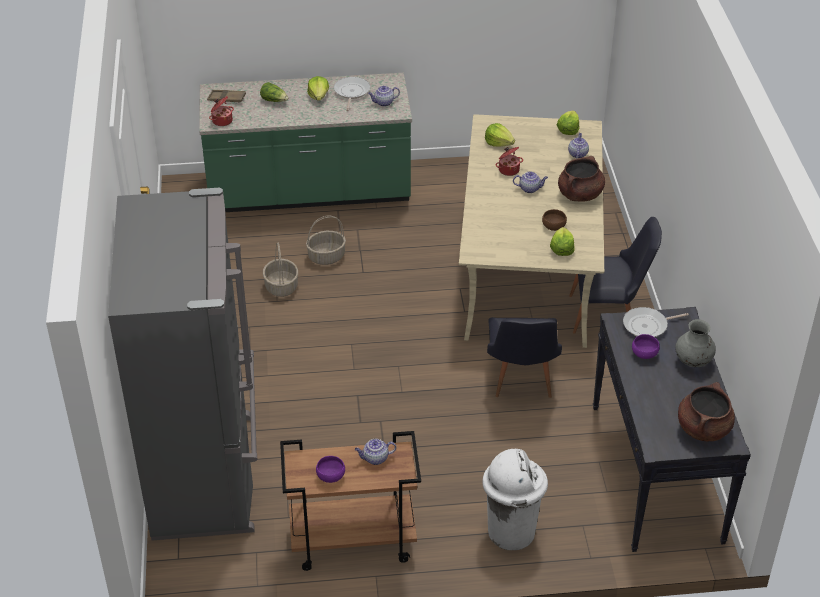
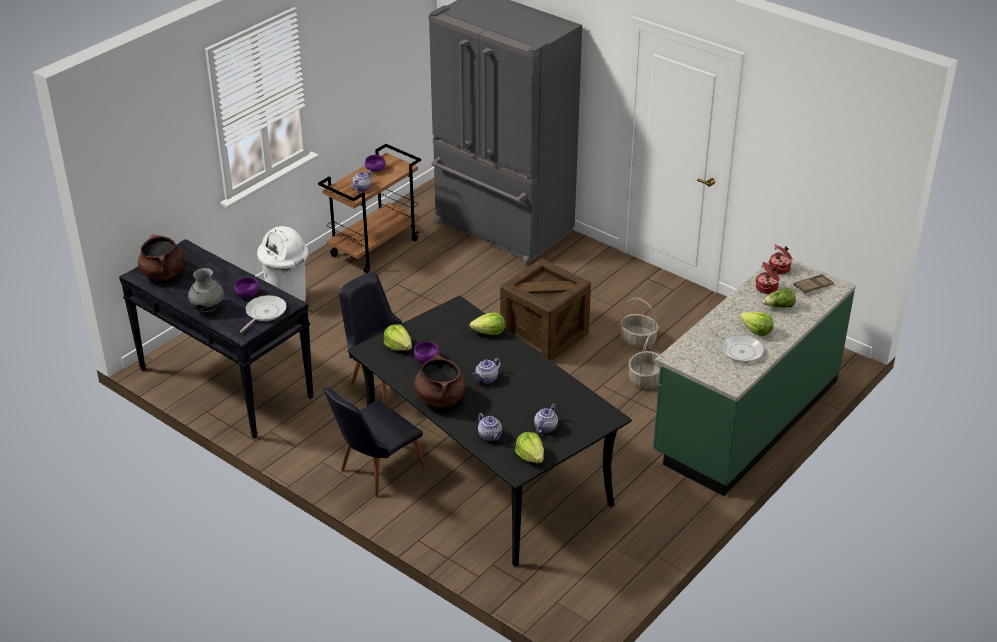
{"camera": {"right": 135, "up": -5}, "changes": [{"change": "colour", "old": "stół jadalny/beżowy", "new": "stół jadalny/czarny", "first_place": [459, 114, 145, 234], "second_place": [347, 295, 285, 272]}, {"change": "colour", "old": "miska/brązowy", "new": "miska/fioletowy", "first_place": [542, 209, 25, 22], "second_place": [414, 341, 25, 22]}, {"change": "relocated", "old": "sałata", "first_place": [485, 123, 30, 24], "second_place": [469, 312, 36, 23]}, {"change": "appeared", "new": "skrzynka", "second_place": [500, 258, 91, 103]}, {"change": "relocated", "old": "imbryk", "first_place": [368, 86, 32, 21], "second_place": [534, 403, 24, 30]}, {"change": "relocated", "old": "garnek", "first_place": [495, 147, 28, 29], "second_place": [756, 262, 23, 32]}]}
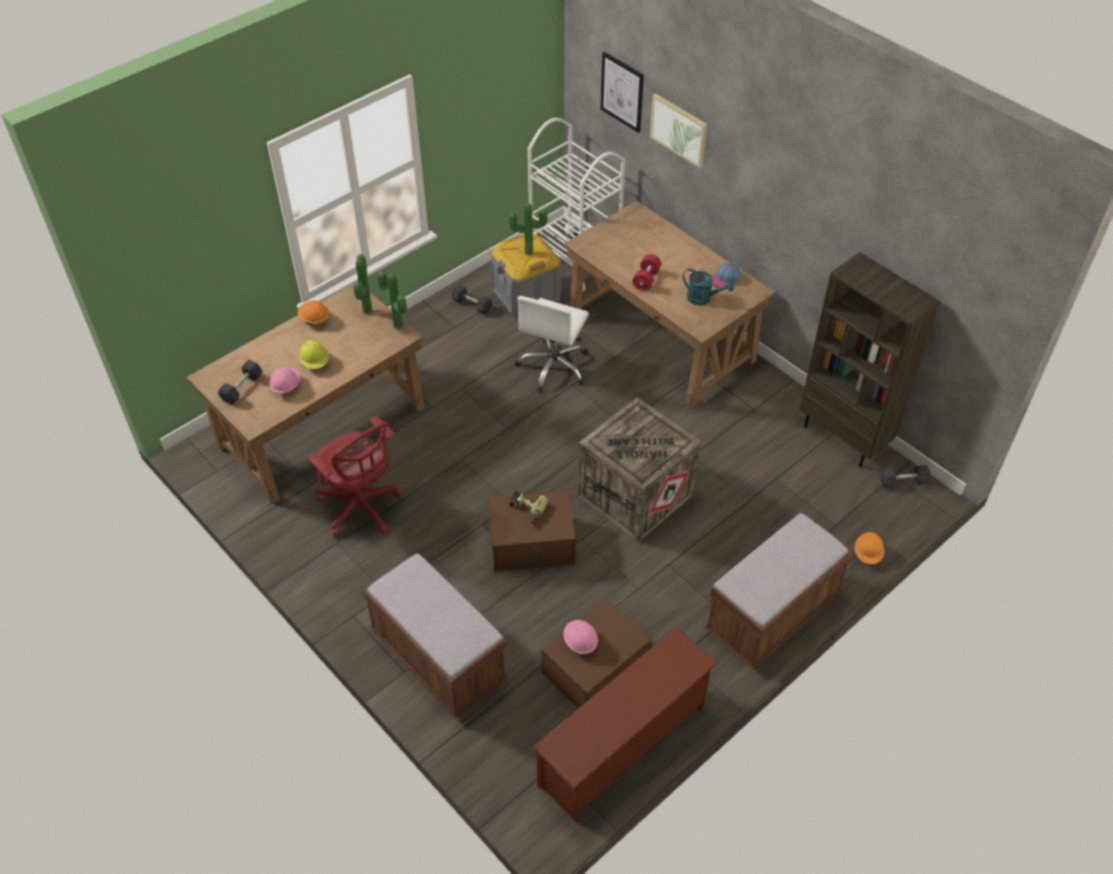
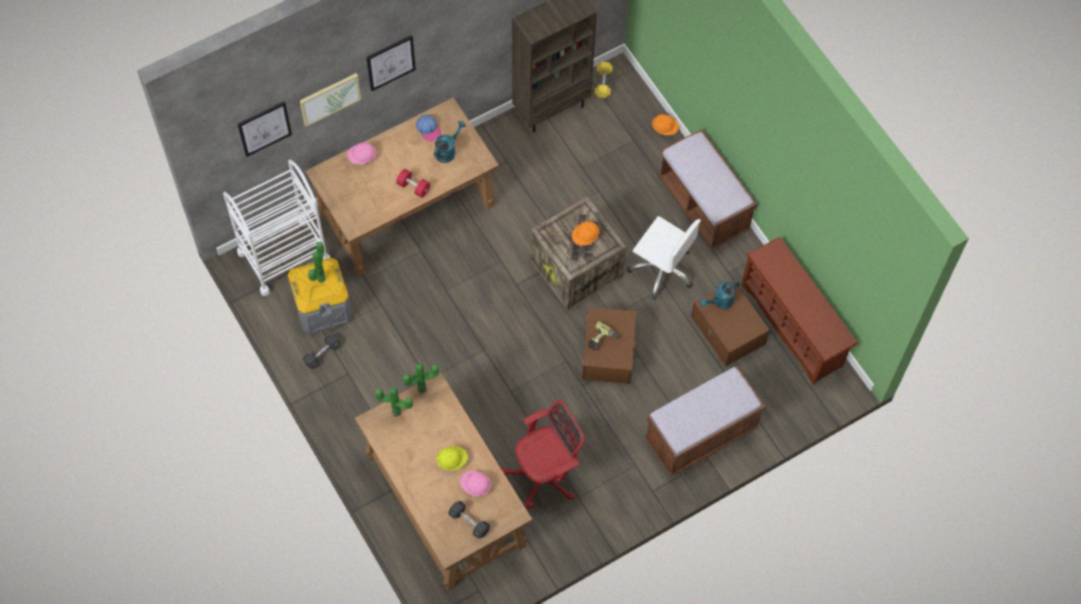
{"camera": {"right": -80, "up": 15}, "changes": [{"change": "relocated", "old": "kask/różowy", "first_place": [563, 620, 35, 34], "second_place": [347, 142, 29, 22]}, {"change": "appeared", "new": "obraz", "second_place": [366, 35, 50, 56]}, {"change": "relocated", "old": "kask/pomarańczowy", "first_place": [298, 300, 31, 25], "second_place": [572, 221, 27, 25]}, {"change": "colour", "old": "hantel/szary", "new": "hantel/żółty", "first_place": [880, 465, 51, 22], "second_place": [595, 62, 18, 36]}, {"change": "relocated", "old": "krzesło biurowe/biały", "first_place": [515, 296, 74, 96], "second_place": [627, 216, 74, 84]}, {"change": "appeared", "new": "konewka/turkusowy", "second_place": [700, 281, 39, 28]}]}
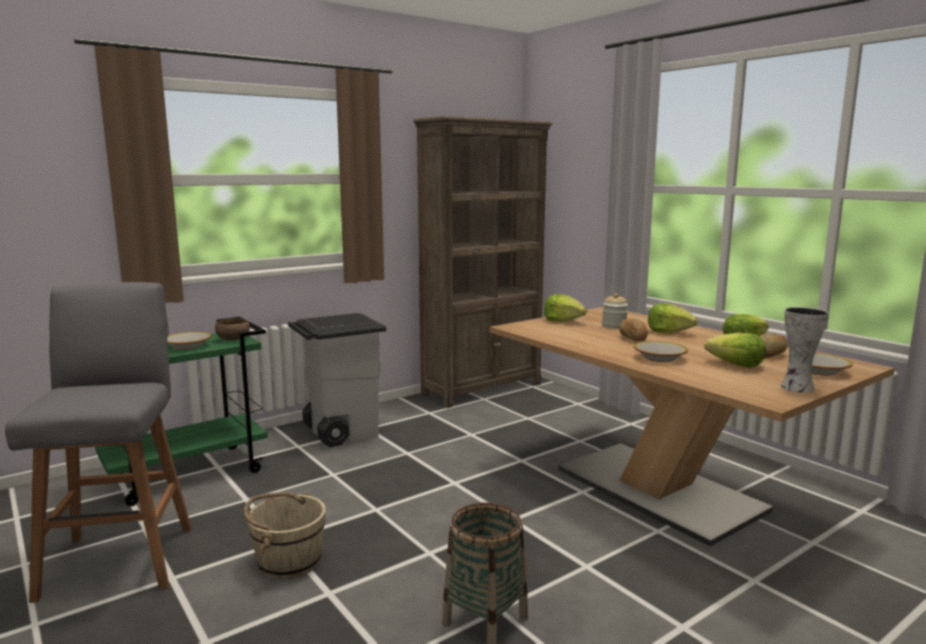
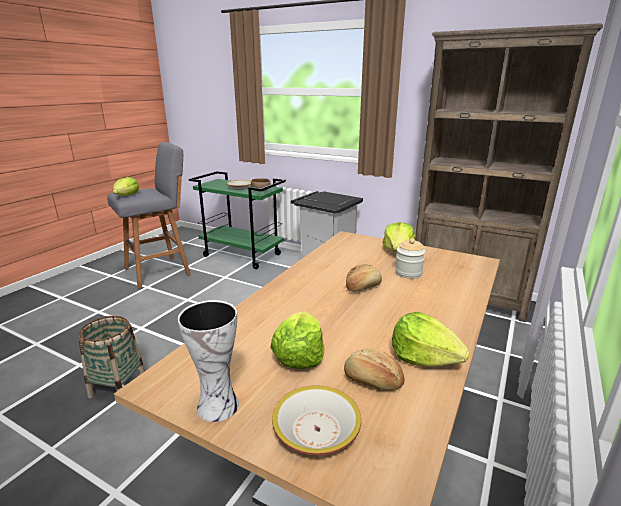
{"camera": {"right": 65, "up": 10}, "changes": [{"change": "relocated", "old": "sałata", "first_place": [648, 303, 50, 30], "second_place": [113, 177, 26, 19]}, {"change": "missing", "old": "wiadro/beżowy", "first_place": [244, 492, 82, 87]}, {"change": "missing", "old": "miska", "first_place": [634, 341, 54, 21]}]}
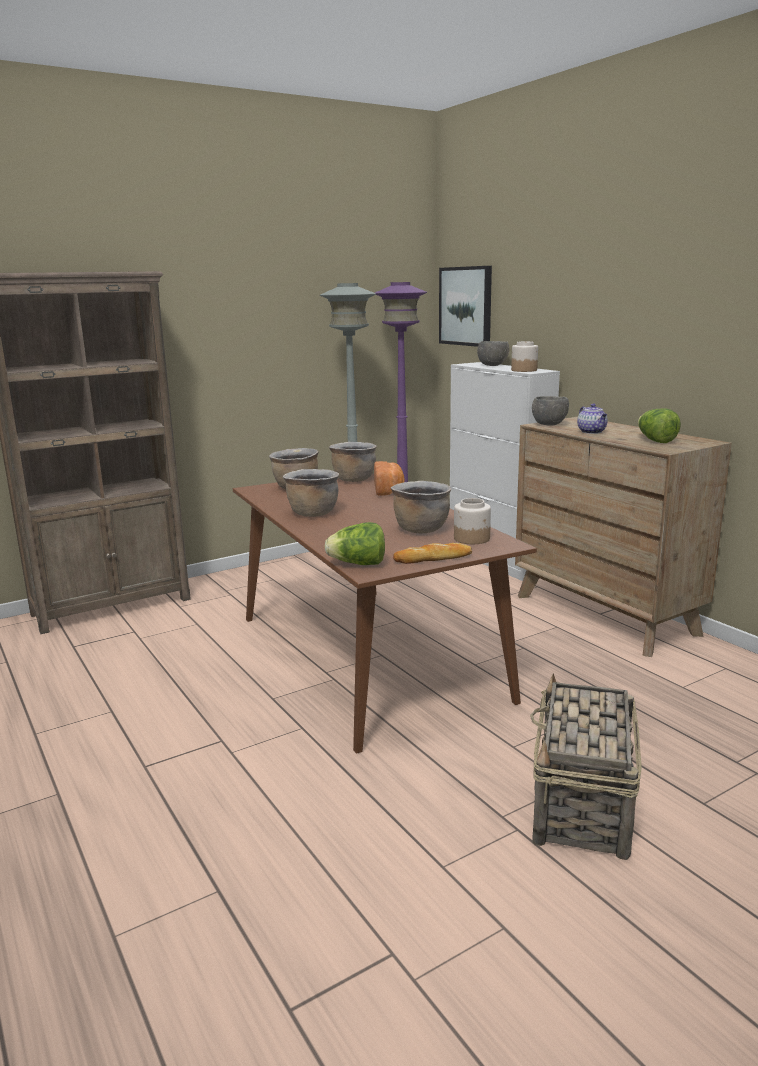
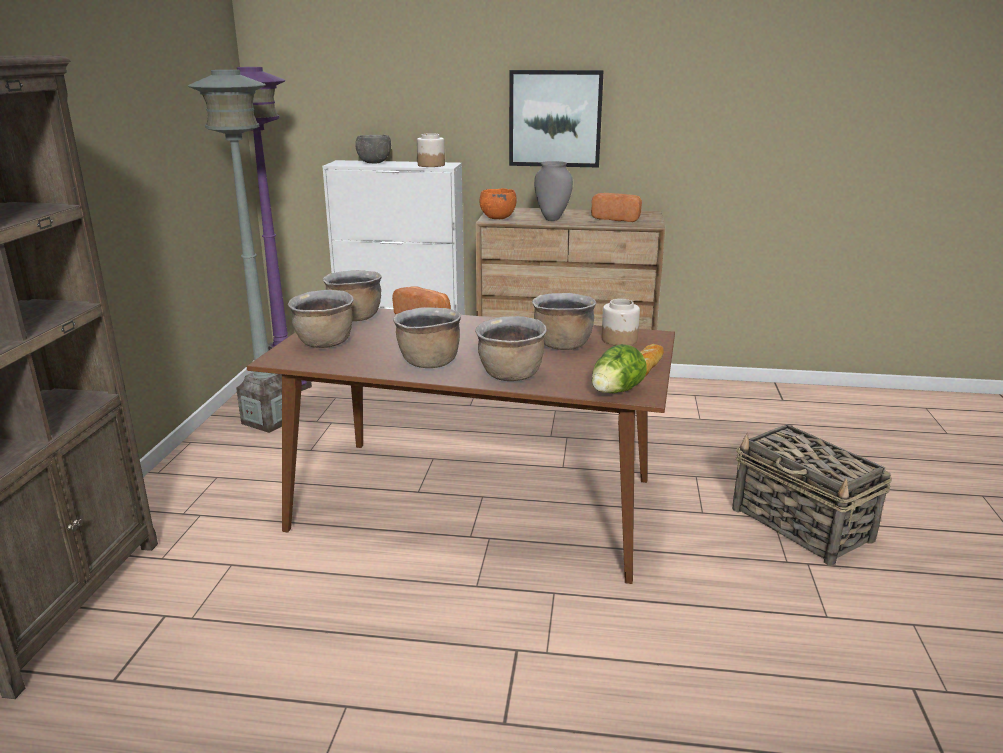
{"camera": {"right": -50, "up": 5}, "changes": [{"change": "appeared", "new": "garnek/brązowy", "second_place": [475, 316, 72, 65]}, {"change": "colour", "old": "miska/szary", "new": "miska/pomarańczowy", "first_place": [532, 396, 37, 30], "second_place": [480, 188, 37, 31]}, {"change": "relocated", "old": "obraz", "first_place": [439, 266, 53, 81], "second_place": [509, 70, 95, 97]}, {"change": "exchanged", "old": "imbryk", "new": "wazon/szary", "first_place": [577, 404, 31, 30], "second_place": [534, 161, 39, 60]}, {"change": "exchanged", "old": "sałata", "new": "chleb", "first_place": [638, 409, 43, 34], "second_place": [591, 193, 51, 29]}]}
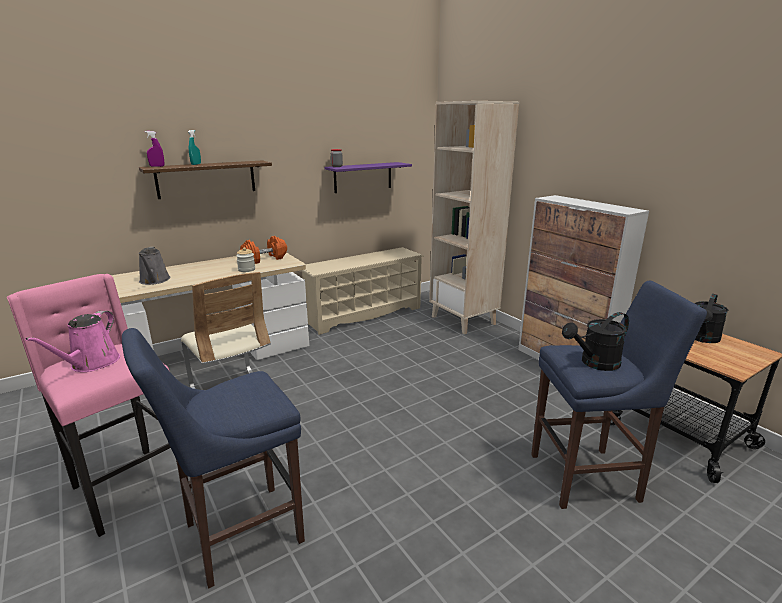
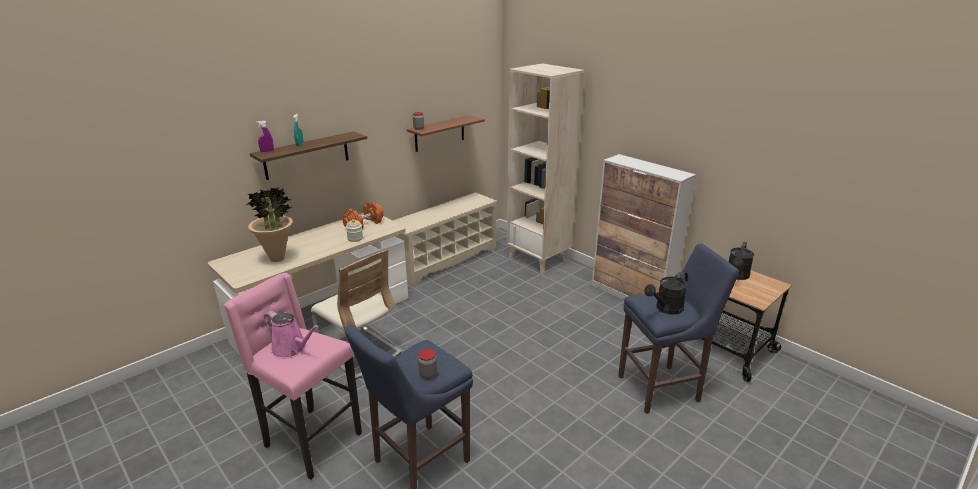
{"camera": {"right": -10, "up": 5}, "changes": [{"change": "exchanged", "old": "konewka/szary", "new": "roślina doniczkowa", "first_place": [139, 247, 32, 38], "second_place": [246, 187, 47, 75]}, {"change": "spun", "old": "konewka/różowy", "first_place": [25, 311, 95, 61], "second_place": [264, 311, 55, 48], "degrees": -60}, {"change": "colour", "old": "półka/fioletowy", "new": "półka/brązowy", "first_place": [324, 162, 88, 31], "second_place": [407, 115, 78, 37]}, {"change": "appeared", "new": "słoik", "second_place": [418, 349, 19, 30]}]}
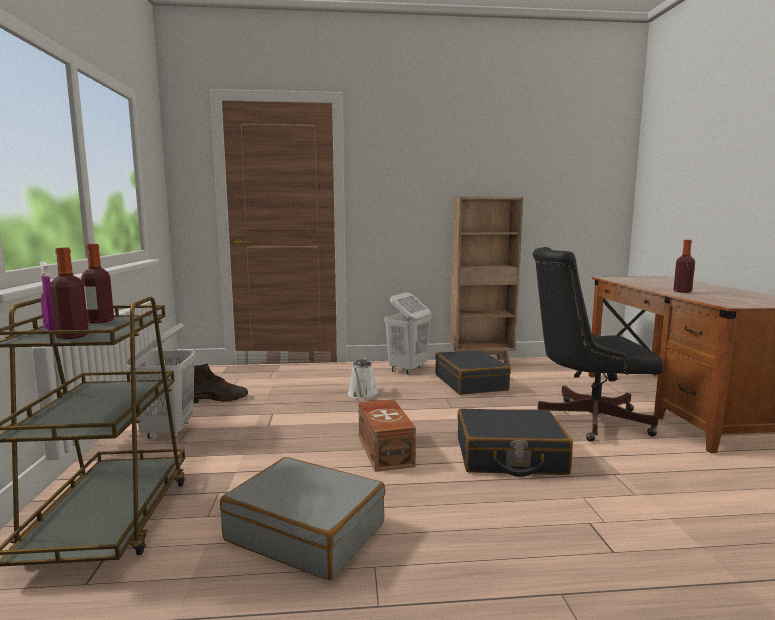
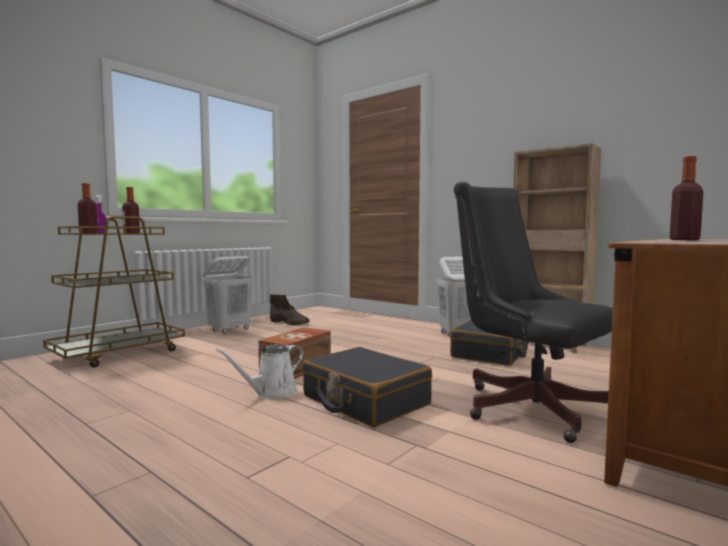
{"camera": {"right": 45, "up": -5}, "changes": [{"change": "relocated", "old": "konewka/biały", "first_place": [348, 358, 30, 41], "second_place": [216, 344, 88, 55]}, {"change": "missing", "old": "walizka/szary", "first_place": [220, 457, 165, 123]}]}
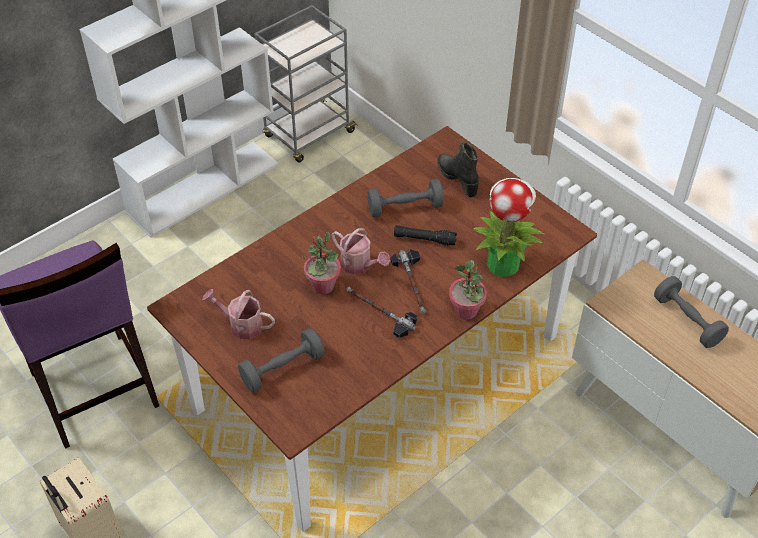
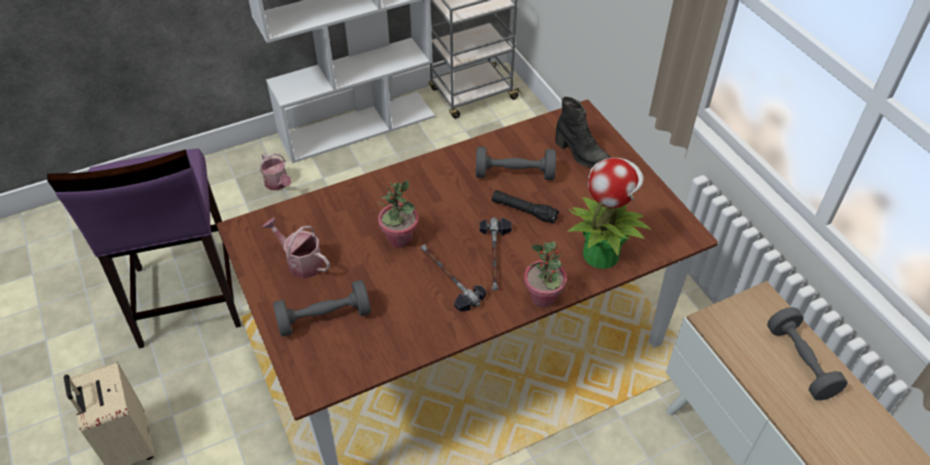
{"camera": {"right": 15, "up": 0}, "changes": [{"change": "relocated", "old": "konewka", "first_place": [331, 228, 59, 47], "second_place": [260, 153, 31, 37]}, {"change": "spun", "old": "but z cholewką/czarny", "first_place": [437, 142, 42, 55], "second_place": [555, 97, 55, 71], "degrees": 150}]}
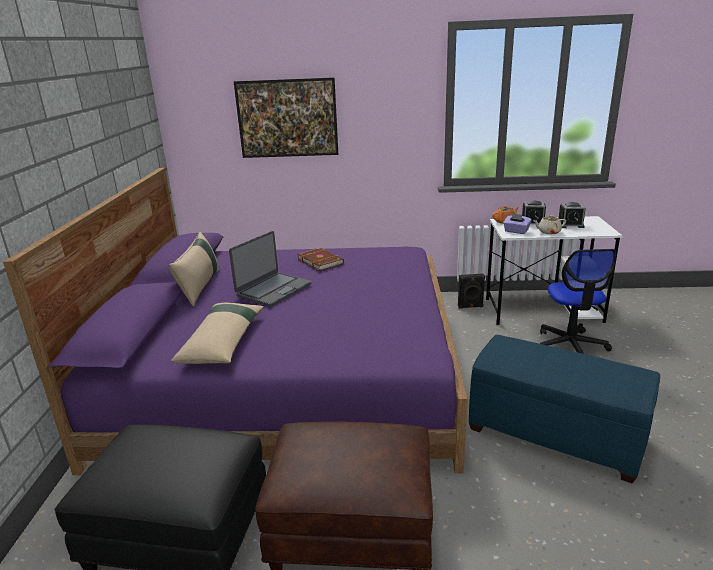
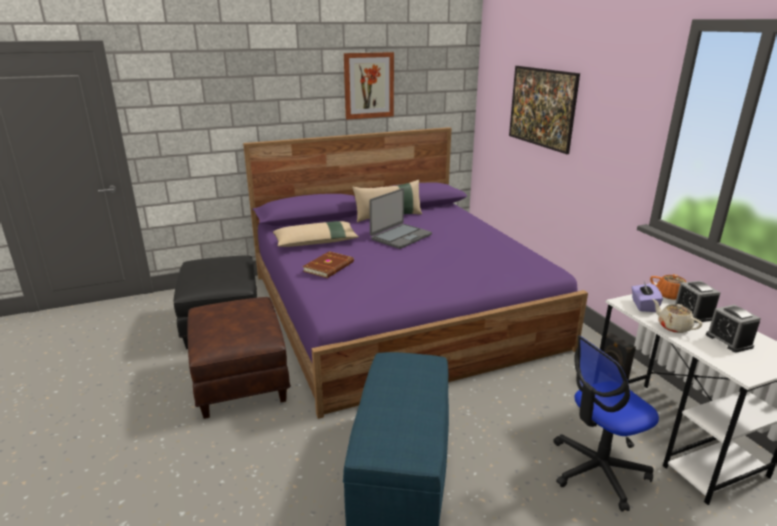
{"camera": {"right": 65, "up": 0}, "changes": [{"change": "relocated", "old": "książka/brązowy", "first_place": [298, 248, 46, 23], "second_place": [303, 251, 51, 27]}, {"change": "appeared", "new": "obraz", "second_place": [344, 52, 50, 67]}, {"change": "spun", "old": "laptop", "first_place": [229, 231, 82, 76], "second_place": [369, 188, 63, 61], "degrees": -60}]}
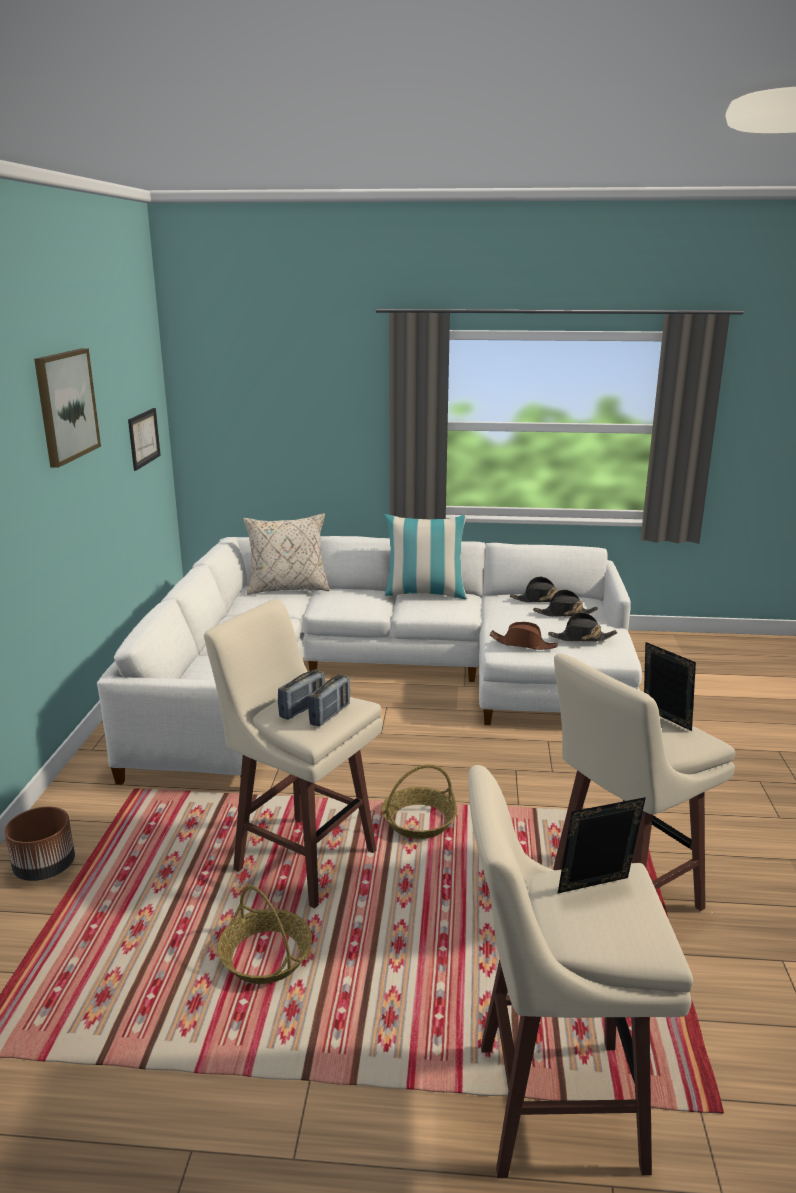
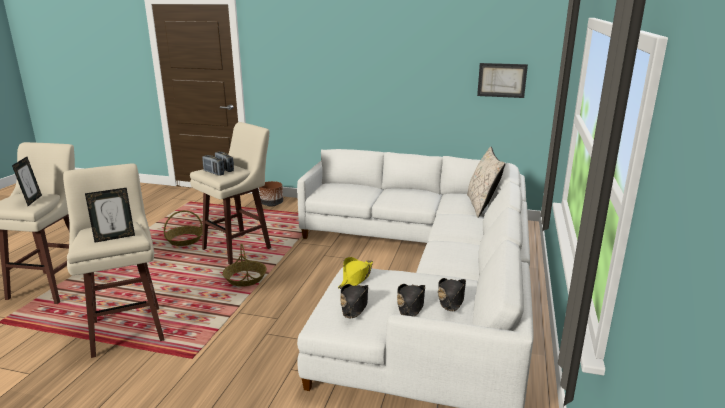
{"camera": {"right": 100, "up": 0}, "changes": [{"change": "colour", "old": "kapelusz/brązowy", "new": "kapelusz/żółty", "first_place": [490, 622, 68, 28], "second_place": [338, 257, 35, 32]}, {"change": "missing", "old": "obraz", "first_place": [34, 348, 67, 120]}, {"change": "missing", "old": "poduszka", "first_place": [384, 514, 84, 85]}]}
